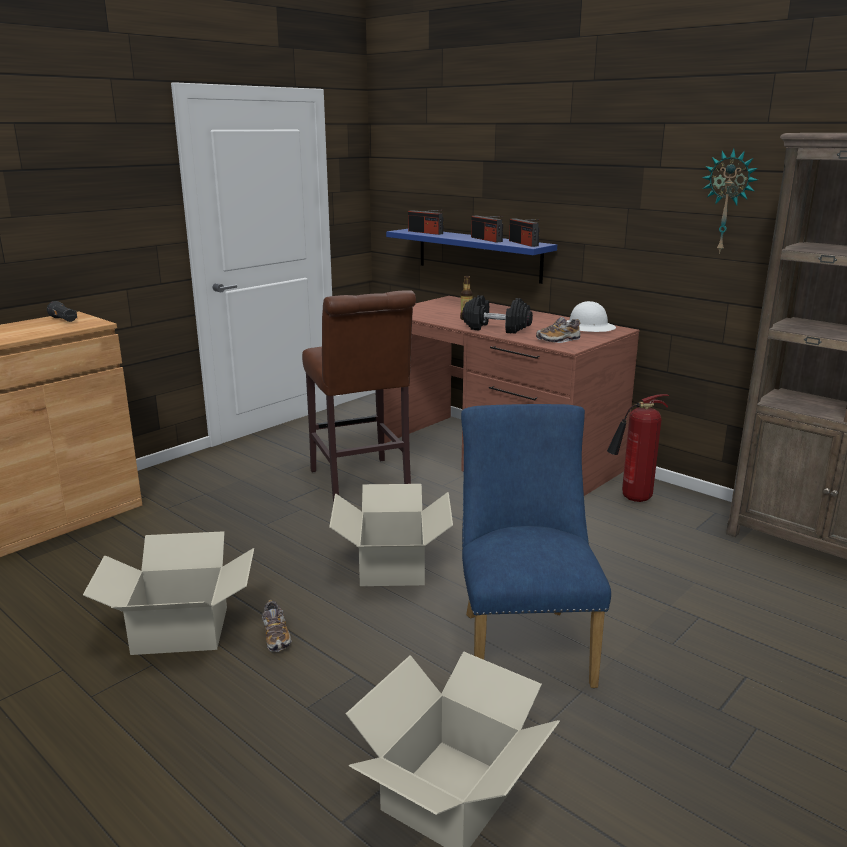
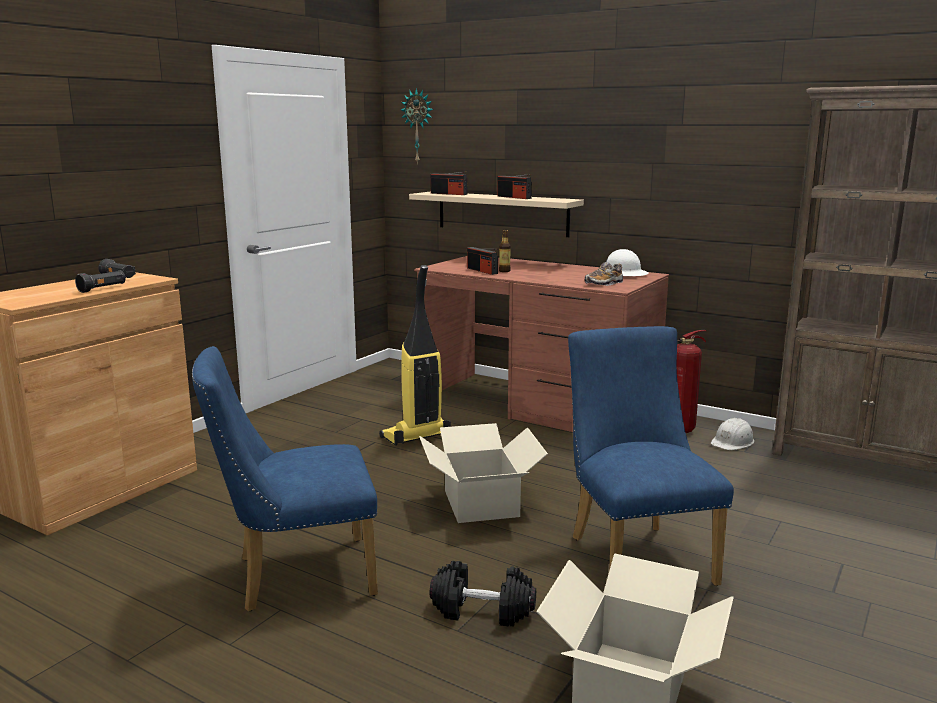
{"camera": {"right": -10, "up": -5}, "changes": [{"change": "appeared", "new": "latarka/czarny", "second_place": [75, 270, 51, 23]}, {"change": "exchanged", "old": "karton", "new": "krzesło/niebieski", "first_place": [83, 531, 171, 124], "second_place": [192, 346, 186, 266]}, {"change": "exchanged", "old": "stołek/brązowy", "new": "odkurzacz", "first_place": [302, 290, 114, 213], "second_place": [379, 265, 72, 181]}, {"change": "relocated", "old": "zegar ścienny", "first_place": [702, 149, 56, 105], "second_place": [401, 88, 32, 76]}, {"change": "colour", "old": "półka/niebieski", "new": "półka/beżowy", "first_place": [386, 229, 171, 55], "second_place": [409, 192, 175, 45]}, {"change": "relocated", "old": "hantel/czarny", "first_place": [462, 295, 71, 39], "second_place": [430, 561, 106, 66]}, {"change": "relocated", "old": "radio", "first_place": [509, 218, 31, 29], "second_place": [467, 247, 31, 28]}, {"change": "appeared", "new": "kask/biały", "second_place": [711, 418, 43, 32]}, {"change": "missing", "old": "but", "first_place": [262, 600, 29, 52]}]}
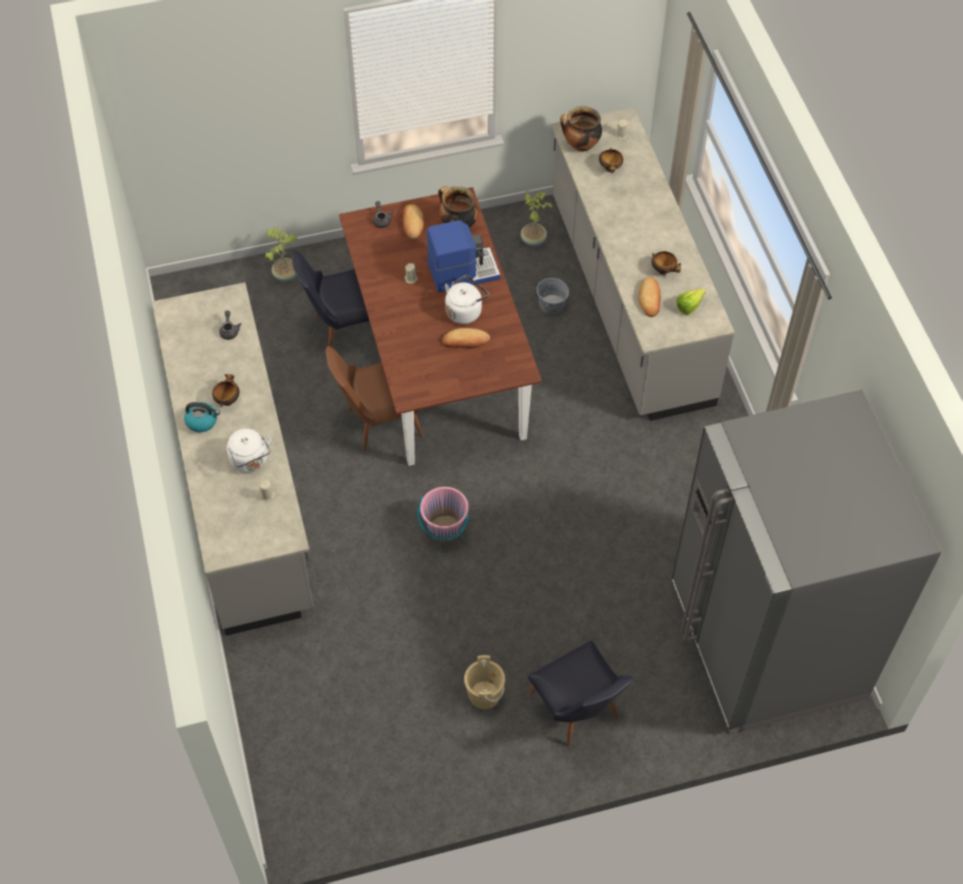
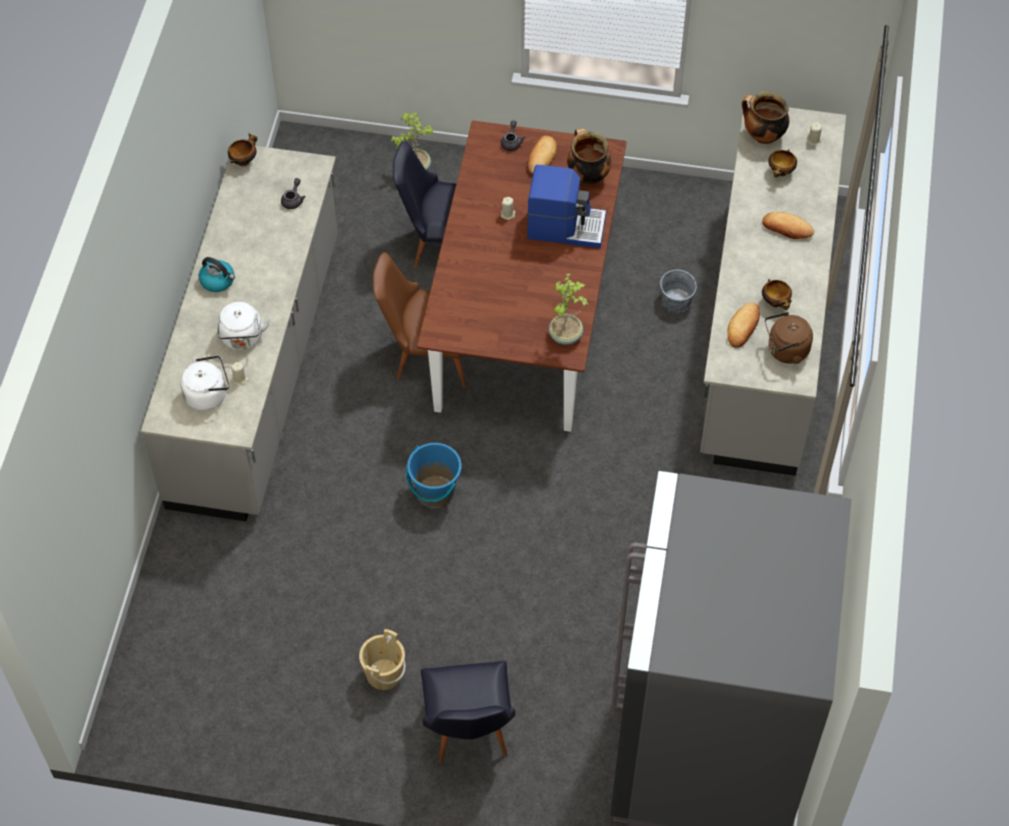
{"camera": {"right": 25, "up": 0}, "changes": [{"change": "relocated", "old": "czajnik/biały", "first_place": [445, 275, 44, 49], "second_place": [181, 355, 48, 56]}, {"change": "relocated", "old": "miska", "first_place": [212, 374, 28, 32], "second_place": [228, 133, 29, 34]}, {"change": "colour", "old": "wiadro/różowy", "new": "wiadro/niebieski", "first_place": [417, 487, 53, 56], "second_place": [406, 443, 56, 64]}, {"change": "relocated", "old": "roślina doniczkowa", "first_place": [521, 191, 33, 55], "second_place": [549, 273, 40, 72]}, {"change": "relocated", "old": "chleb", "first_place": [442, 328, 48, 21], "second_place": [762, 212, 52, 27]}, {"change": "exchanged", "old": "sałata", "new": "czajnik/brązowy", "first_place": [676, 288, 30, 27], "second_place": [765, 312, 48, 52]}]}
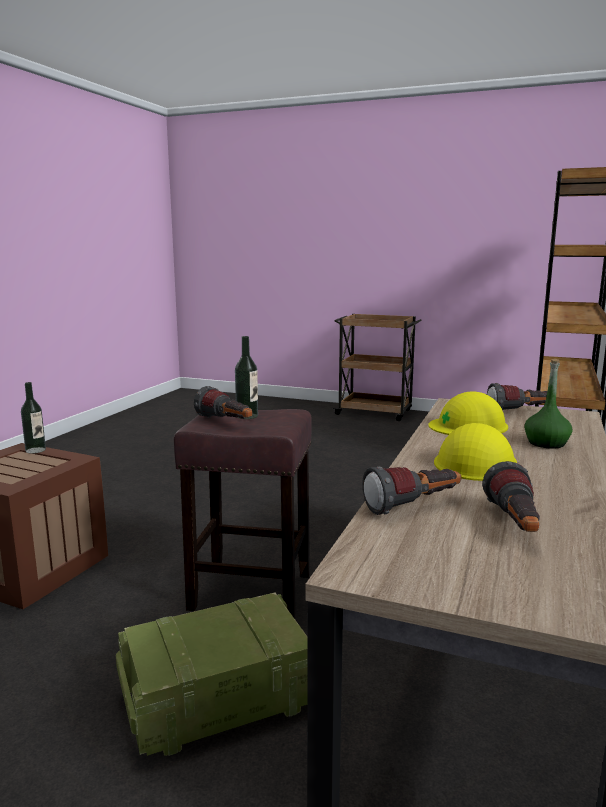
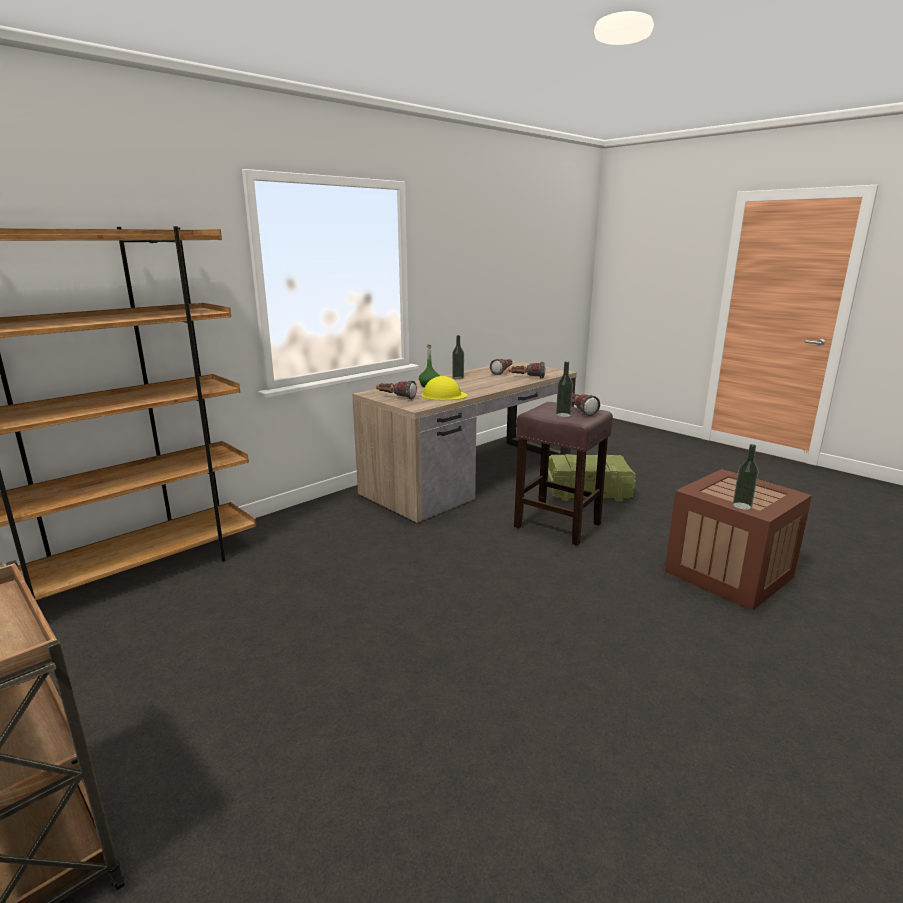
{"camera": {"right": -155, "up": 5}, "changes": [{"change": "appeared", "new": "butelka", "second_place": [452, 335, 12, 45]}, {"change": "missing", "old": "kask/żółty", "first_place": [434, 423, 83, 58]}]}
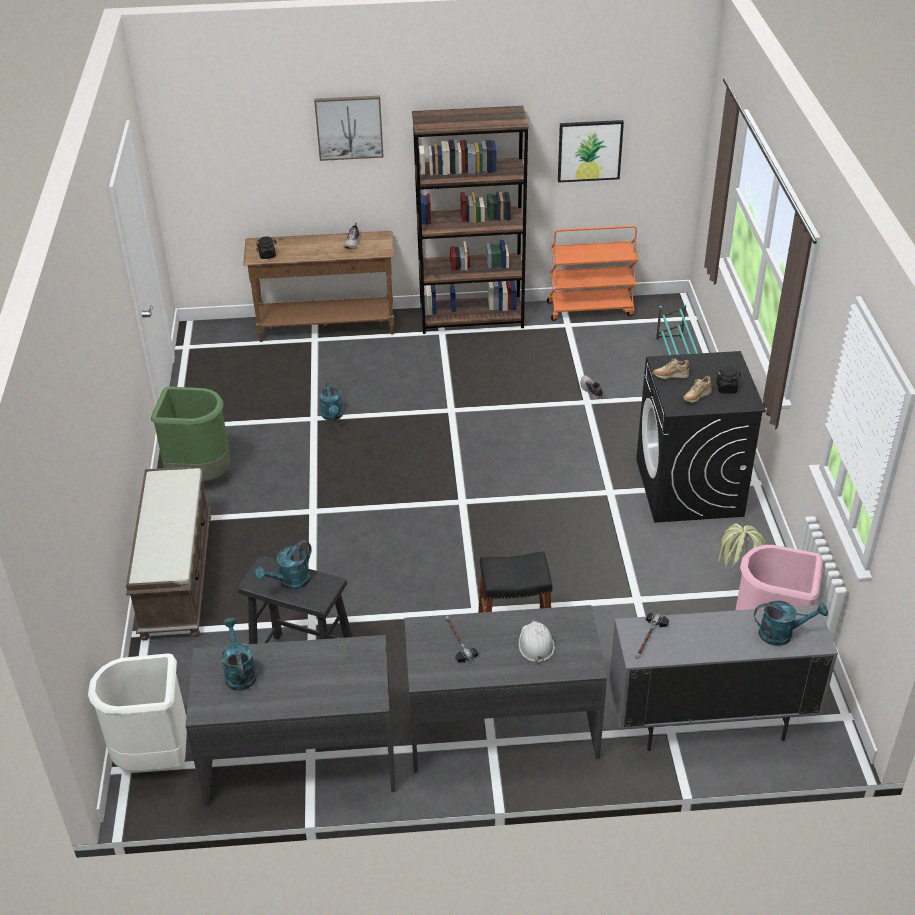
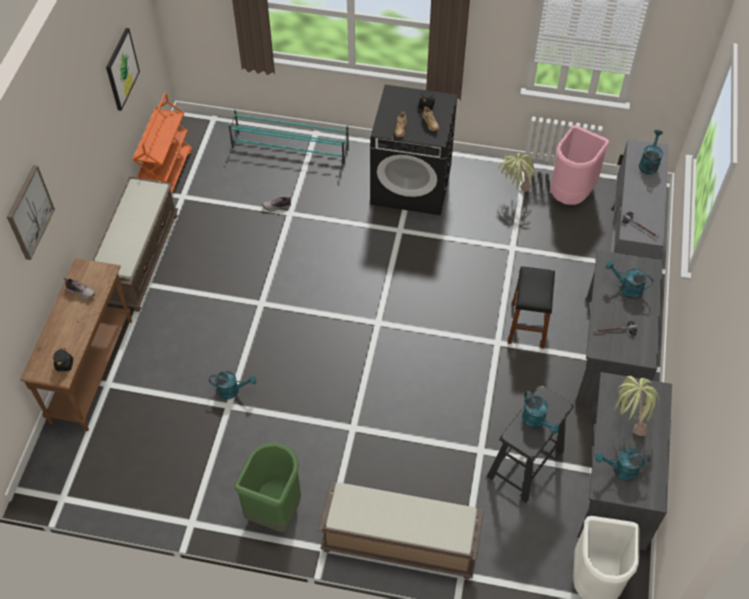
{"camera": {"right": -75, "up": 15}, "changes": [{"change": "exchanged", "old": "regał/brązowy", "new": "ławka/brązowy", "first_place": [412, 106, 117, 228], "second_place": [92, 176, 86, 136]}, {"change": "exchanged", "old": "kask/biały", "new": "konewka/turkusowy", "first_place": [519, 621, 36, 43], "second_place": [605, 261, 48, 38]}, {"change": "appeared", "new": "roślina doniczkowa", "second_place": [615, 376, 44, 60]}]}
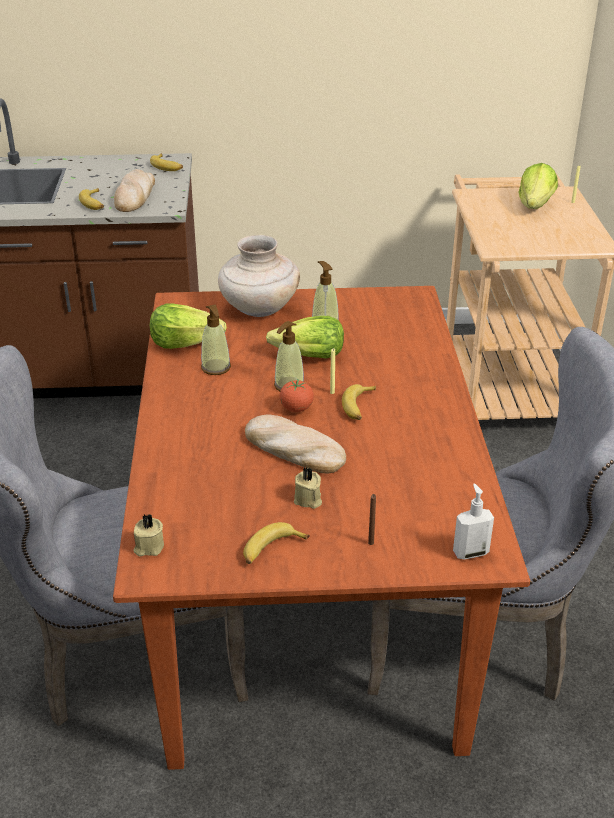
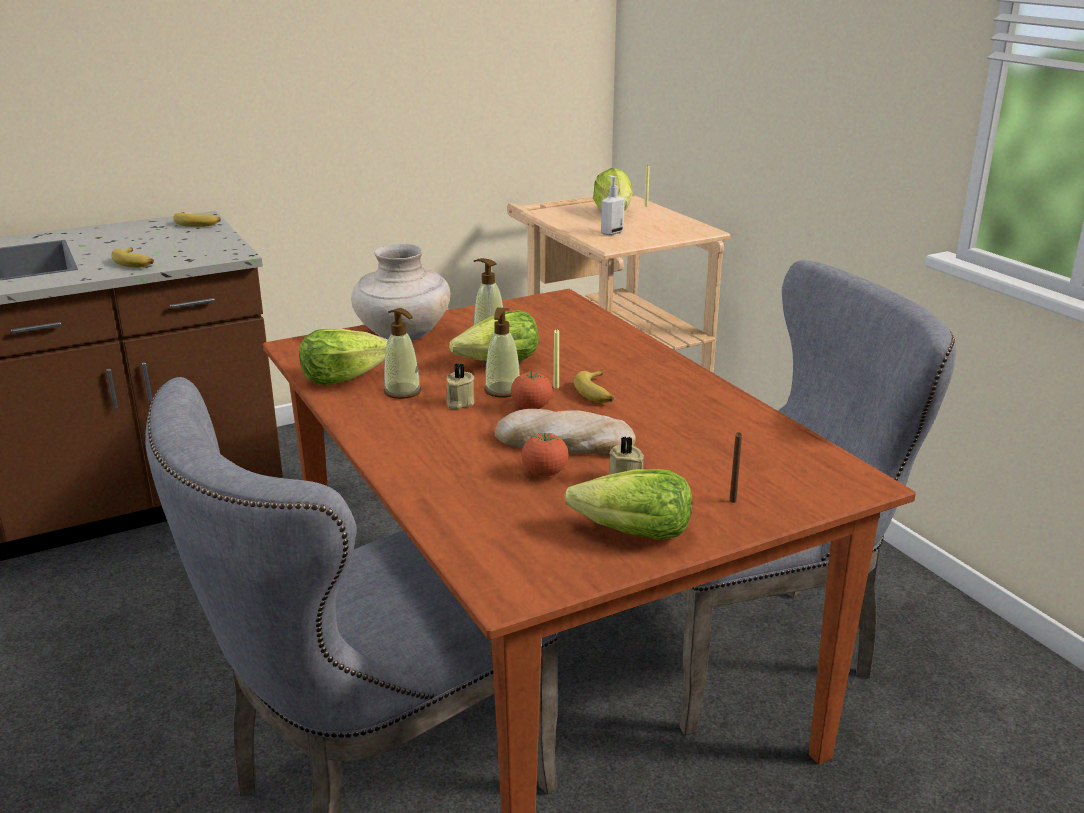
{"camera": {"right": -25, "up": -10}, "changes": [{"change": "relocated", "old": "świeca/beżowy", "first_place": [133, 514, 31, 42], "second_place": [446, 363, 29, 46]}, {"change": "appeared", "new": "pomidor", "second_place": [522, 433, 47, 43]}, {"change": "exchanged", "old": "banan", "new": "sałata", "first_place": [243, 522, 67, 42], "second_place": [565, 469, 127, 71]}, {"change": "relocated", "old": "dozownik mydła", "first_place": [453, 484, 41, 75], "second_place": [601, 175, 24, 60]}, {"change": "missing", "old": "chleb", "first_place": [114, 169, 41, 43]}]}
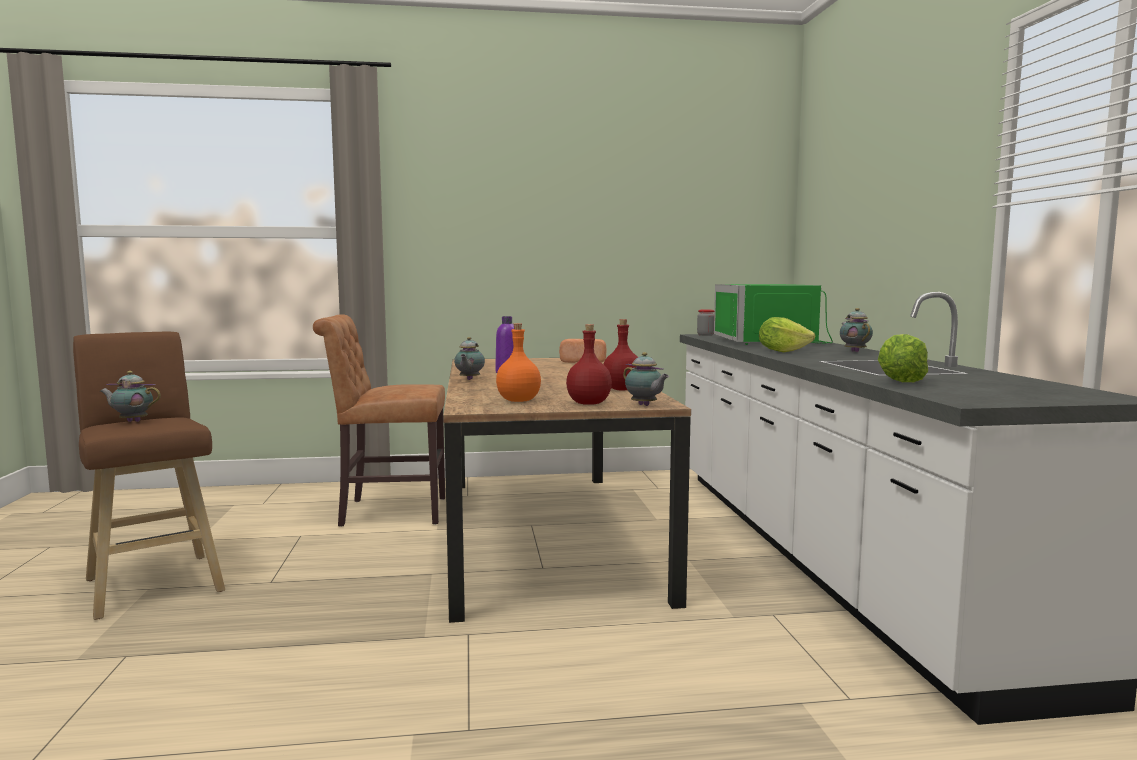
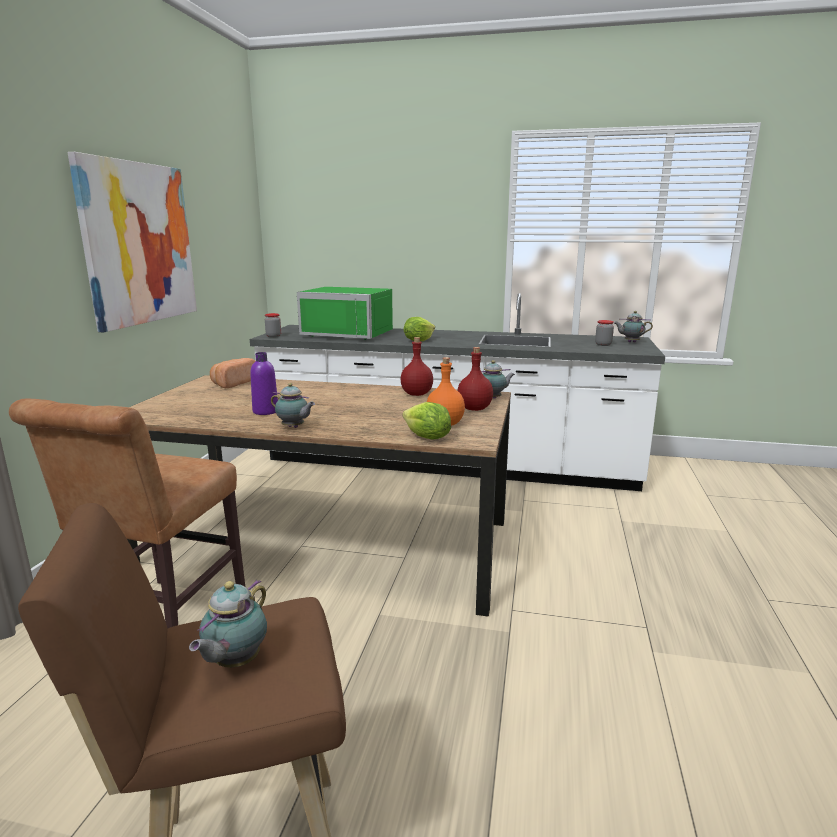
{"camera": {"right": -70, "up": 10}, "changes": [{"change": "appeared", "new": "obraz", "second_place": [68, 152, 129, 180]}, {"change": "relocated", "old": "sałata", "first_place": [878, 334, 50, 49], "second_place": [402, 402, 49, 38]}, {"change": "appeared", "new": "słoik", "second_place": [595, 320, 19, 26]}, {"change": "relocated", "old": "imbryk", "first_place": [840, 308, 33, 44], "second_place": [614, 311, 39, 32]}]}
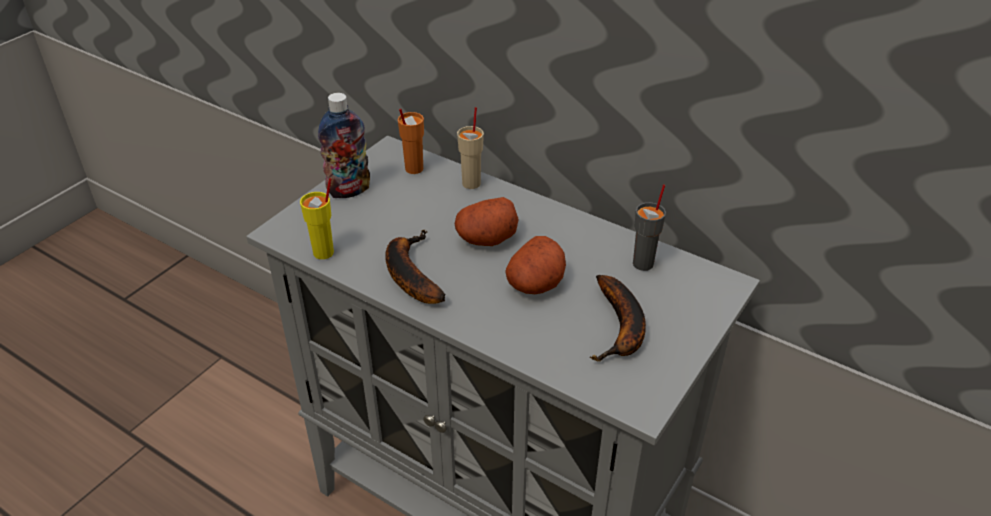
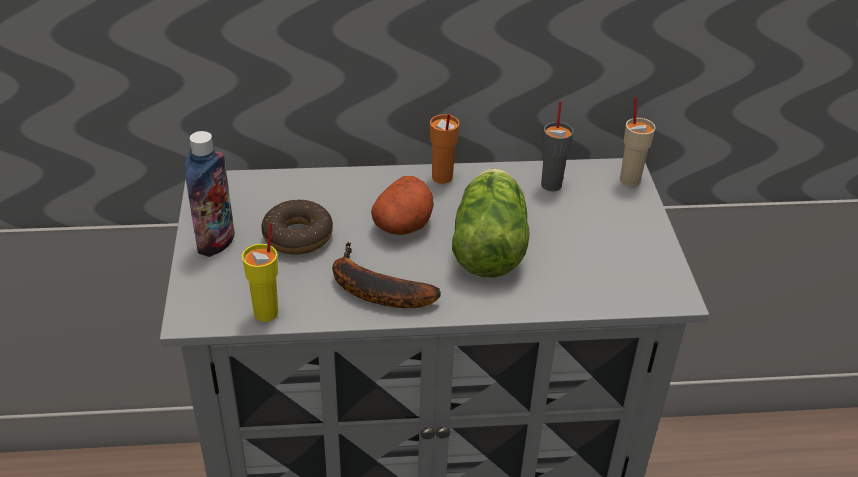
{"camera": {"right": -40, "up": 0}, "changes": [{"change": "appeared", "new": "donut", "second_place": [261, 200, 72, 55]}, {"change": "relocated", "old": "filiżanka/pomarańczowy", "first_place": [398, 108, 26, 66], "second_place": [430, 113, 30, 71]}, {"change": "exchanged", "old": "ziemniak", "new": "sałata", "first_place": [505, 236, 61, 58], "second_place": [452, 169, 78, 109]}, {"change": "relocated", "old": "filiżanka/beżowy", "first_place": [457, 107, 27, 82], "second_place": [620, 97, 36, 90]}, {"change": "missing", "old": "banan", "first_place": [590, 275, 56, 87]}]}
